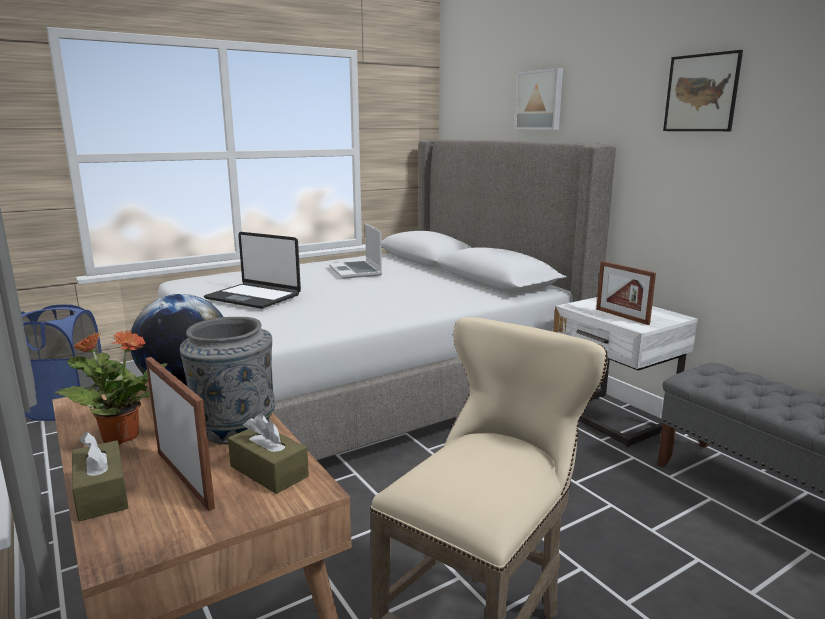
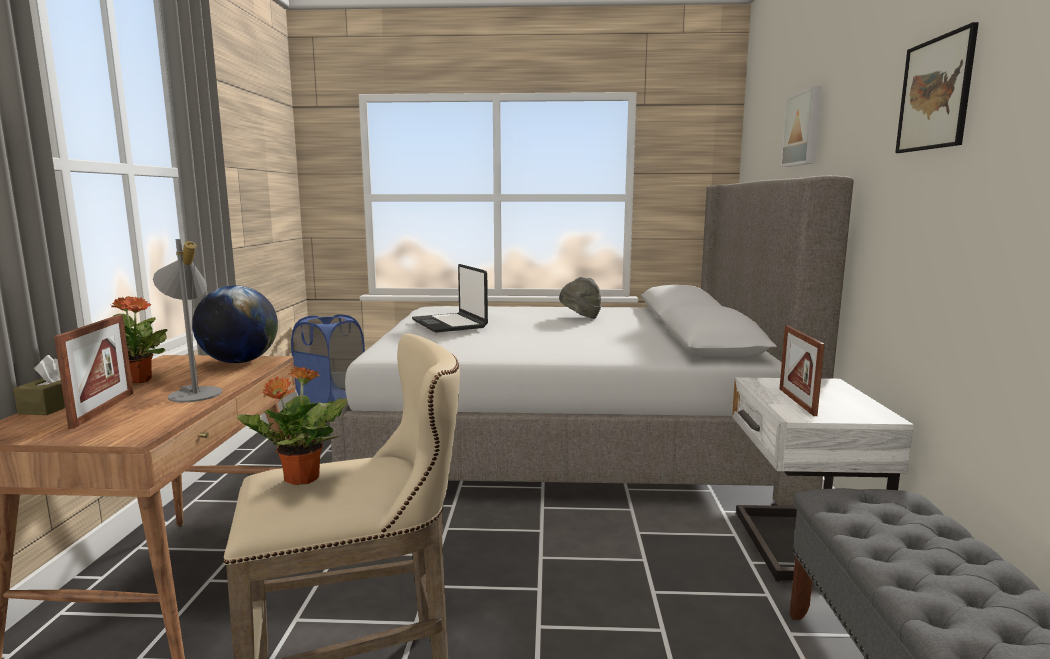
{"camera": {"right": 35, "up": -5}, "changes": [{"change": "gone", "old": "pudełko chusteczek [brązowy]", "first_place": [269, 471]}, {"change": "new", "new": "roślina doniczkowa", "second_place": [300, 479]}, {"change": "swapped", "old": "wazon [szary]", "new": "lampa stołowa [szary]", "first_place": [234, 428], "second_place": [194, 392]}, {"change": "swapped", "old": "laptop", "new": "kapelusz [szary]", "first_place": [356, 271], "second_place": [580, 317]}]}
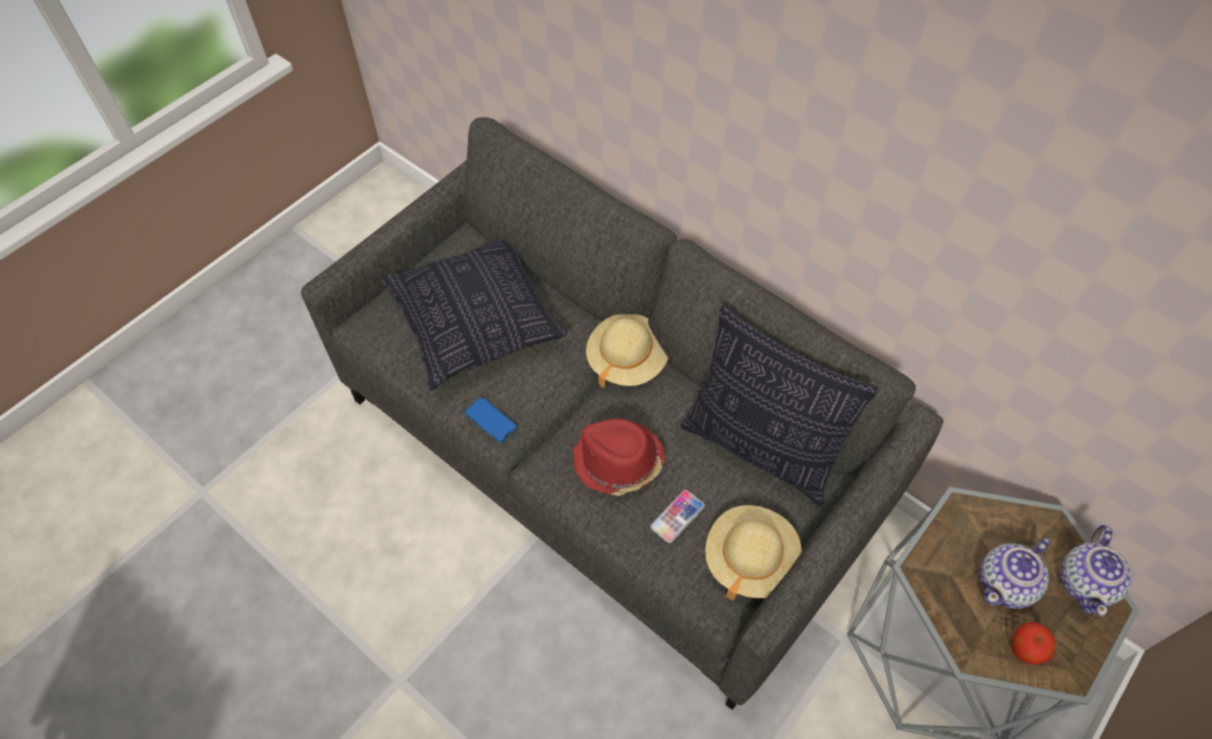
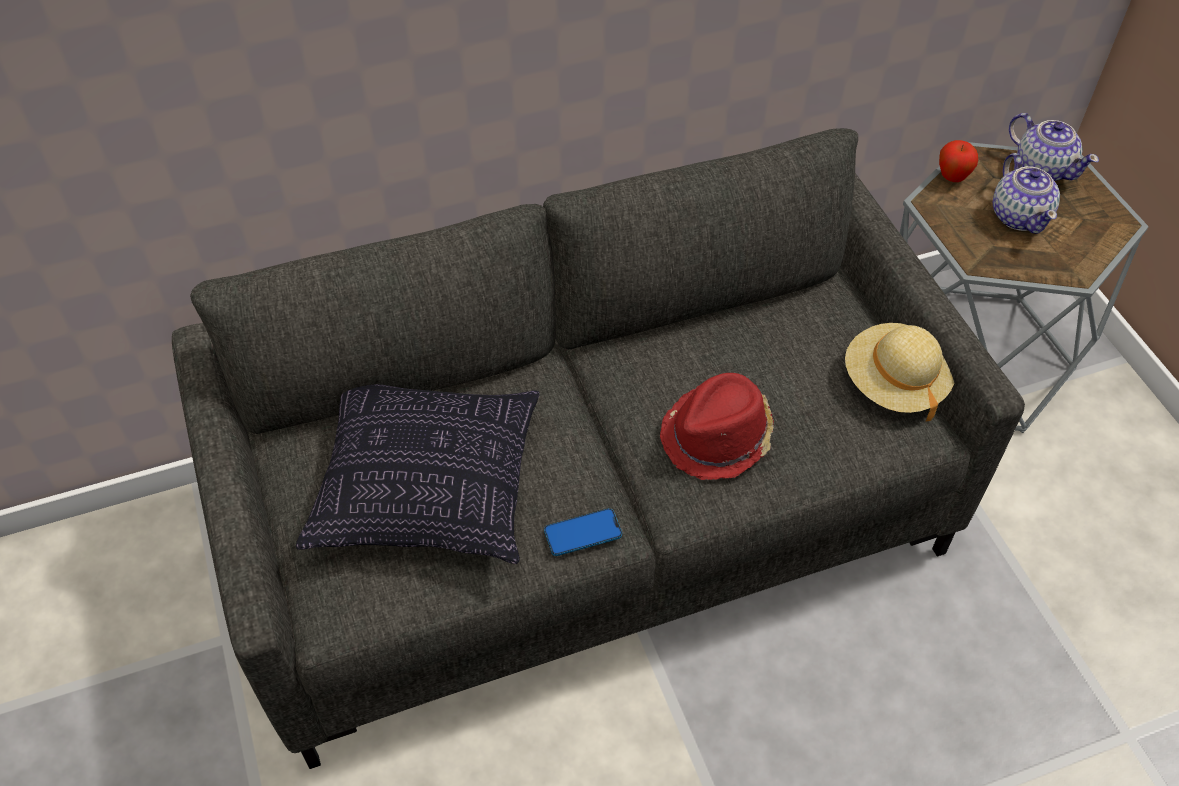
{"camera": {"right": -60, "up": -5}, "changes": [{"change": "gone", "old": "kapelusz [beżowy]", "first_place": [627, 360]}, {"change": "gone", "old": "telefon", "first_place": [677, 516]}, {"change": "gone", "old": "poduszka", "first_place": [760, 448]}, {"change": "shifted", "old": "jabłko", "first_place": [1023, 651], "second_place": [952, 178]}]}
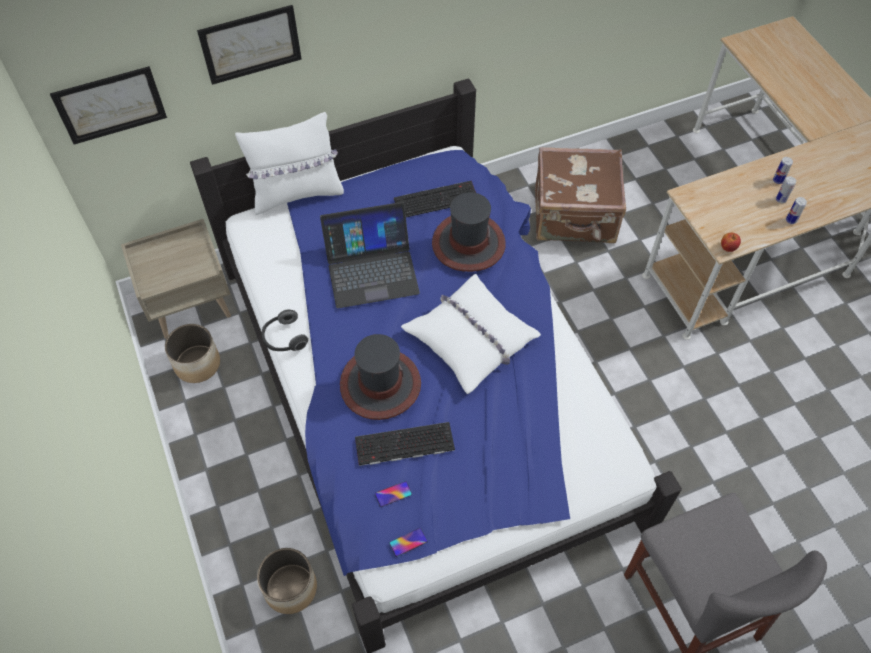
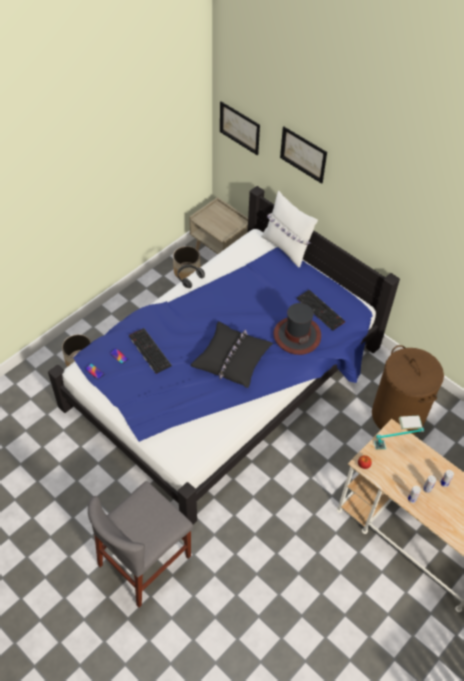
{"camera": {"right": 65, "up": -5}, "changes": [{"change": "gone", "old": "laptop", "first_place": [371, 269]}, {"change": "gone", "old": "kapelusz", "first_place": [380, 384]}, {"change": "new", "new": "lampa stołowa", "second_place": [395, 444]}, {"change": "swapped", "old": "walizka [brązowy]", "new": "kosz na pranie [brązowy]", "first_place": [575, 216], "second_place": [398, 415]}, {"change": "repainted", "old": "poduszka [biały]", "new": "poduszka [czarny]", "first_place": [471, 338], "second_place": [232, 359]}]}
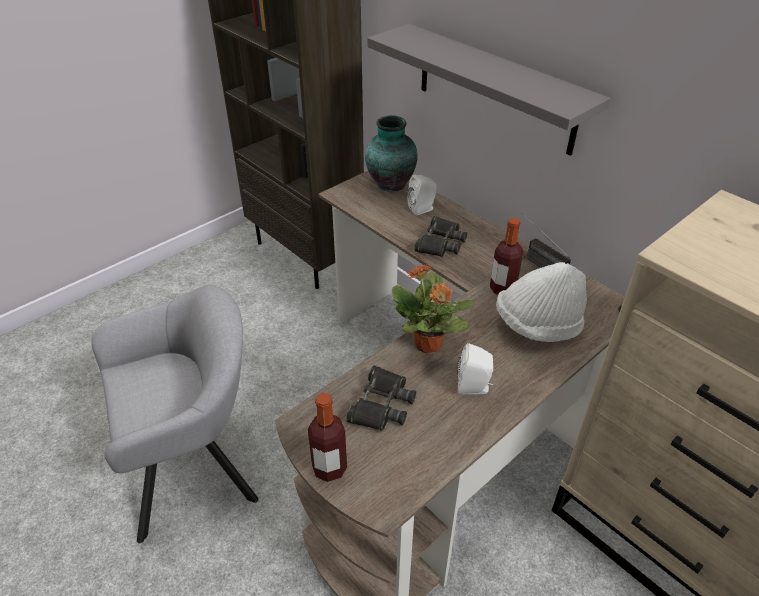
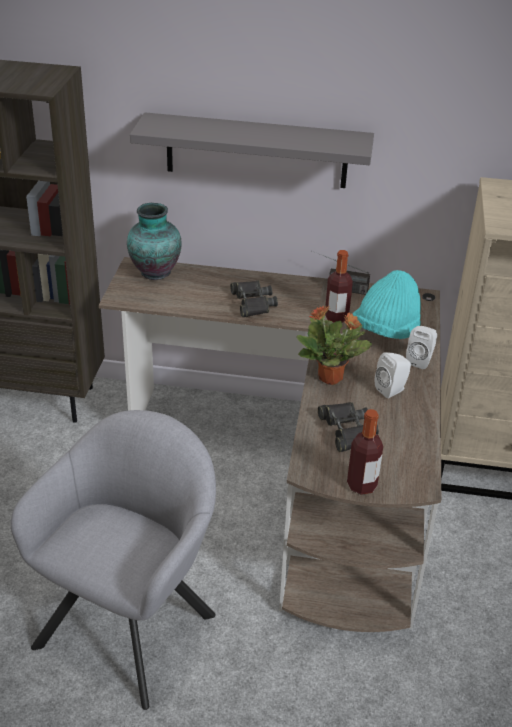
{"camera": {"right": -40, "up": -5}, "changes": [{"change": "shifted", "old": "głośnik [biały]", "first_place": [422, 209], "second_place": [420, 360]}, {"change": "repainted", "old": "kapelusz [biały]", "new": "kapelusz [turkusowy]", "first_place": [537, 325], "second_place": [386, 331]}]}
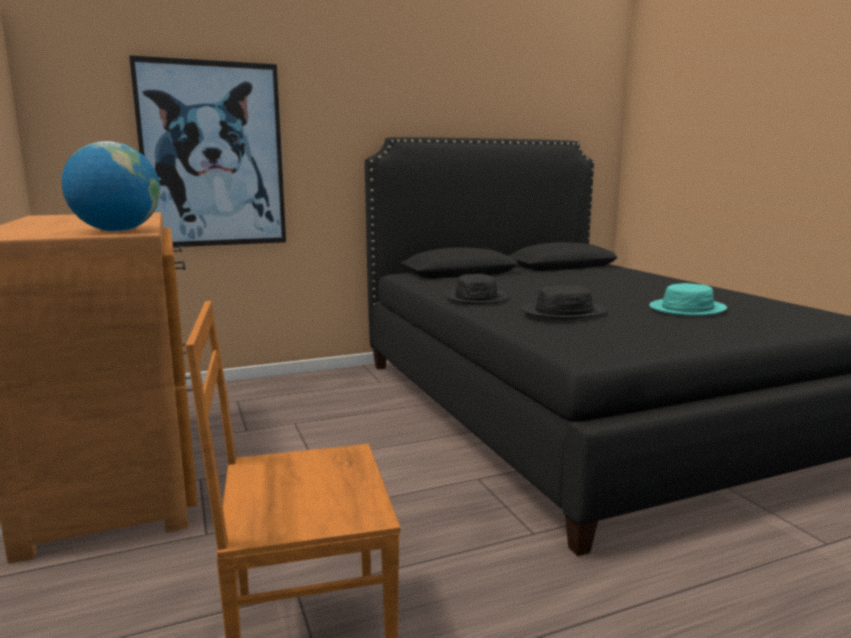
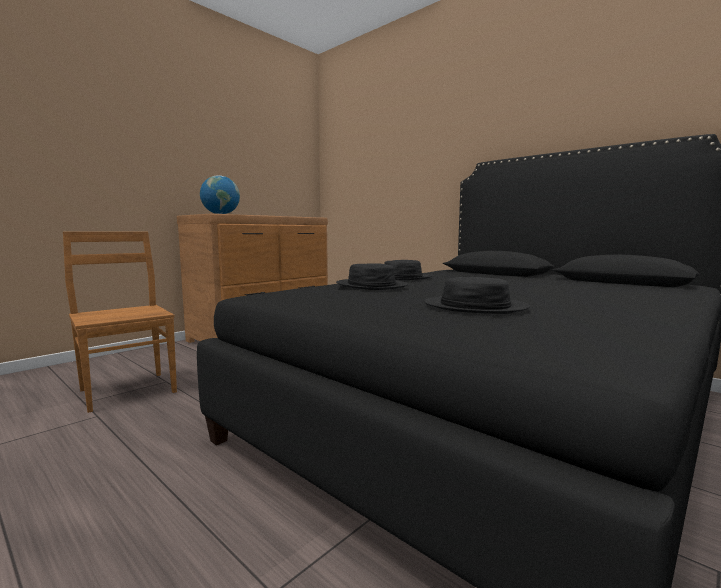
{"camera": {"right": 65, "up": -5}, "changes": [{"change": "gone", "old": "obraz", "first_place": [213, 155]}, {"change": "repainted", "old": "kapelusz [turkusowy]", "new": "kapelusz [czarny]", "first_place": [687, 309], "second_place": [474, 307]}]}
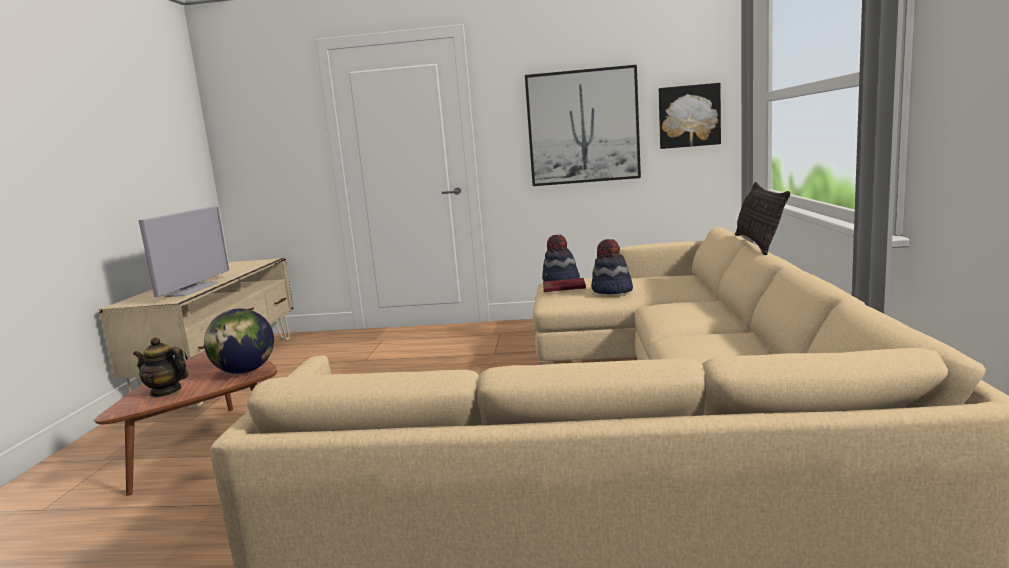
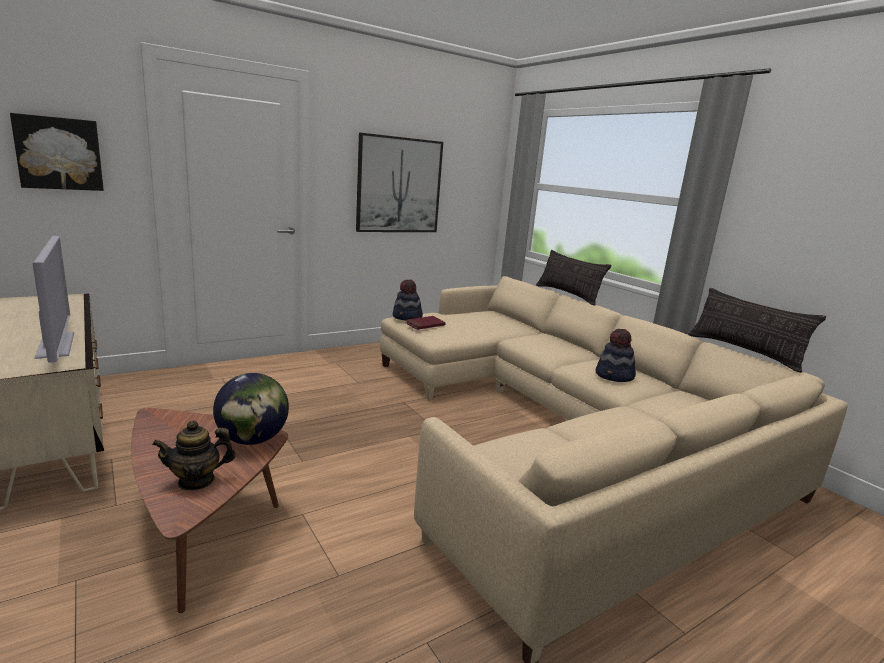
{"camera": {"right": -40, "up": 5}, "changes": [{"change": "new", "new": "poduszka", "second_place": [744, 351]}, {"change": "shifted", "old": "kapelusz", "first_place": [611, 291], "second_place": [614, 376]}, {"change": "shifted", "old": "obraz", "first_place": [689, 116], "second_place": [59, 153]}]}
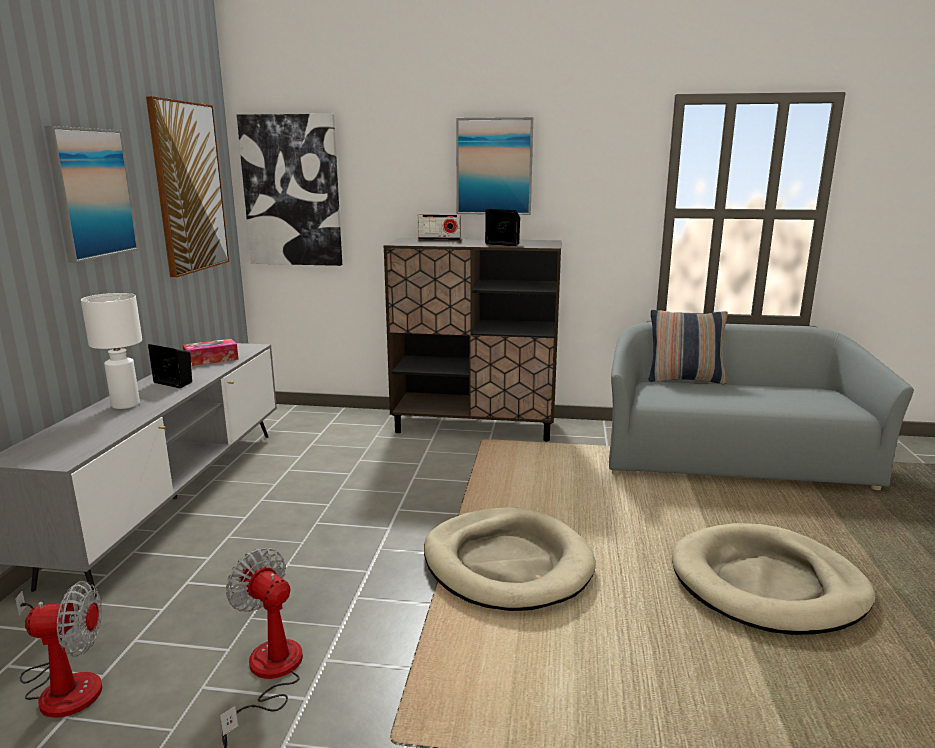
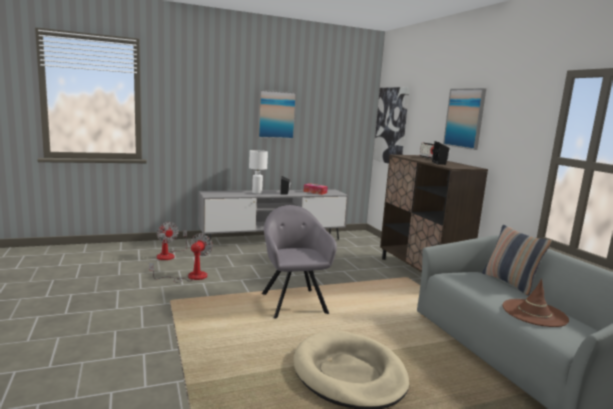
{"camera": {"right": 60, "up": -5}, "changes": [{"change": "gone", "old": "obraz", "first_place": [189, 188]}, {"change": "new", "new": "kapelusz [brązowy]", "second_place": [534, 313]}, {"change": "swapped", "old": "legowisko [beżowy]", "new": "fotel [szary]", "first_place": [507, 564], "second_place": [293, 302]}]}
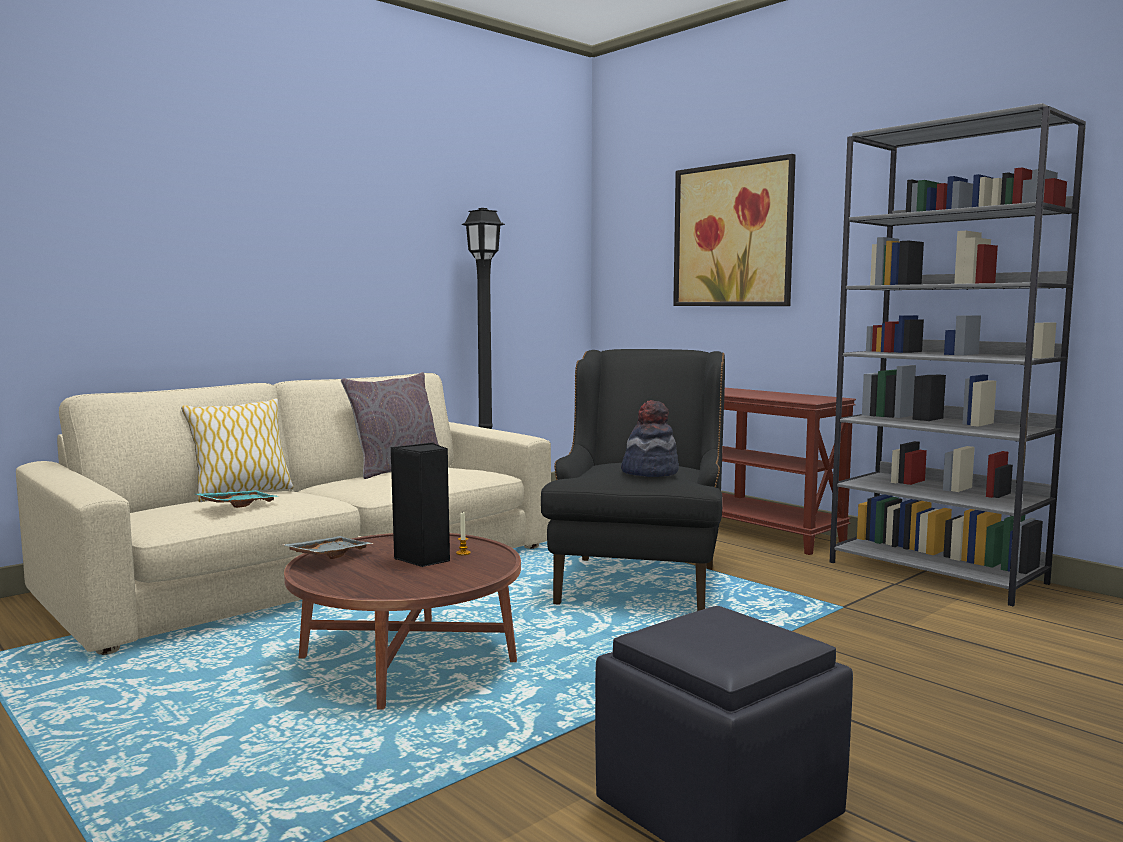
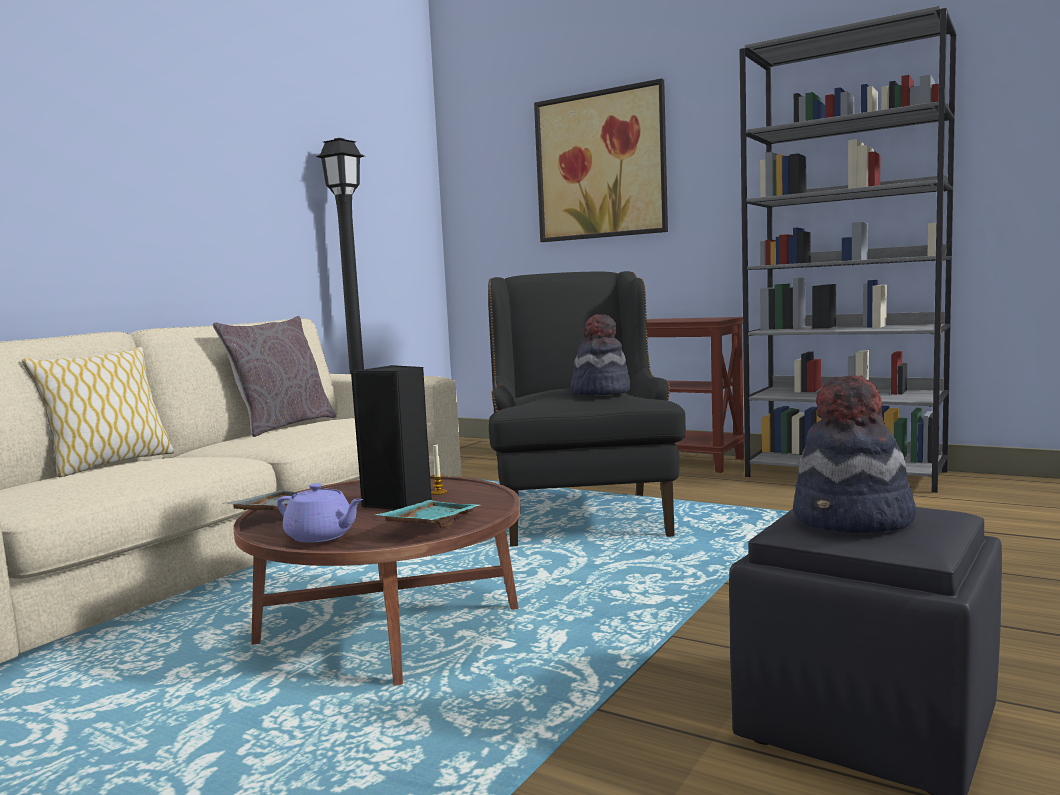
{"camera": {"right": -15, "up": 0}, "changes": [{"change": "new", "new": "imbryk [fioletowy]", "second_place": [321, 536]}, {"change": "new", "new": "kapelusz", "second_place": [853, 521]}, {"change": "shifted", "old": "taca [turkusowy]", "first_place": [237, 505], "second_place": [429, 525]}]}
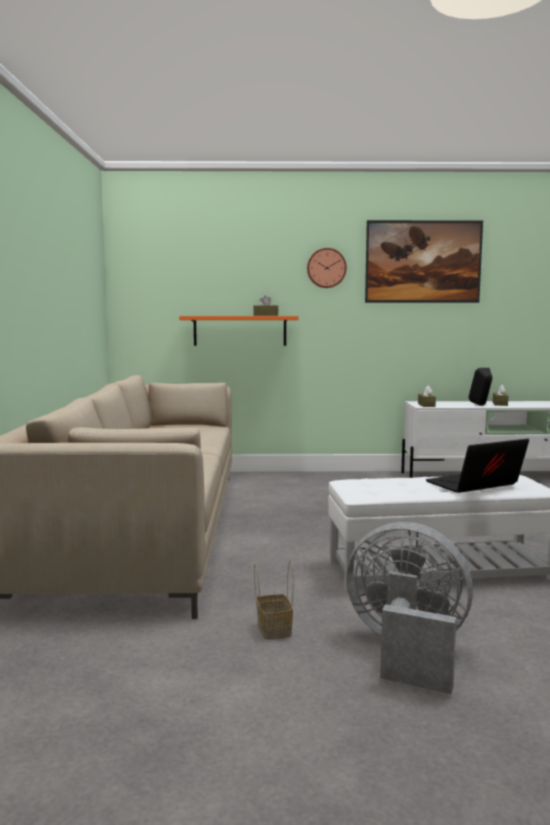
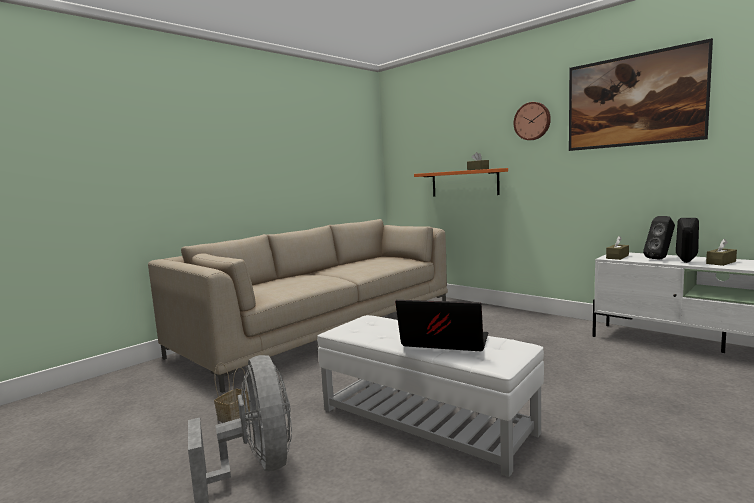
{"camera": {"right": 45, "up": 0}, "changes": [{"change": "new", "new": "głośnik [czarny]", "second_place": [660, 259]}]}
